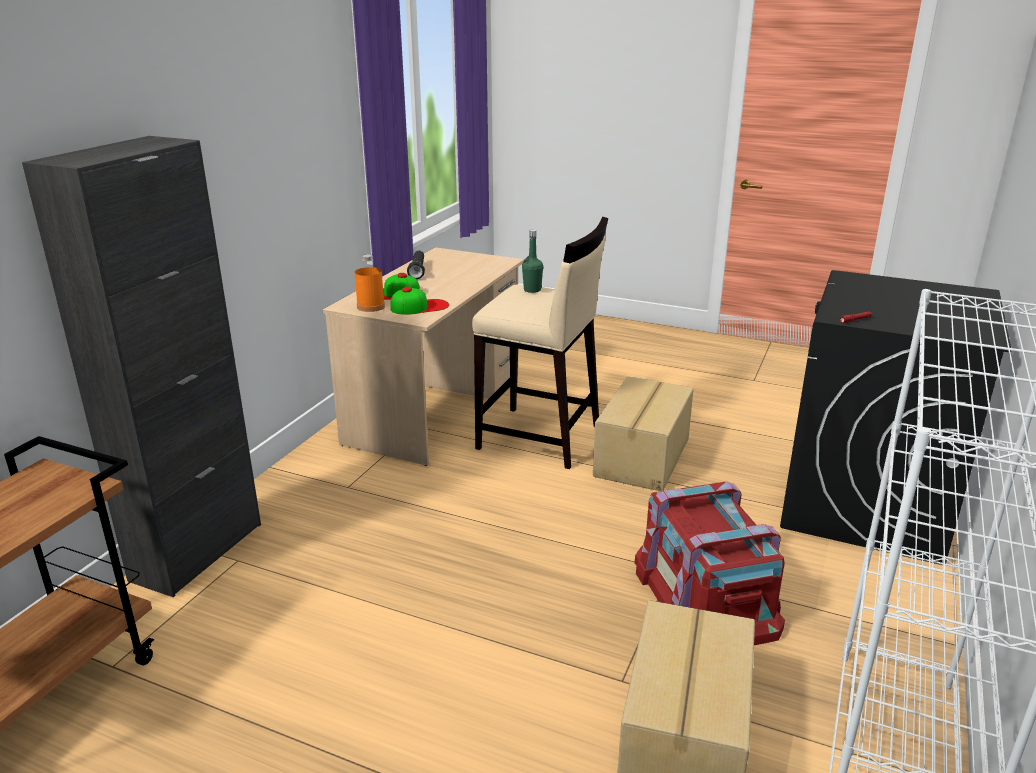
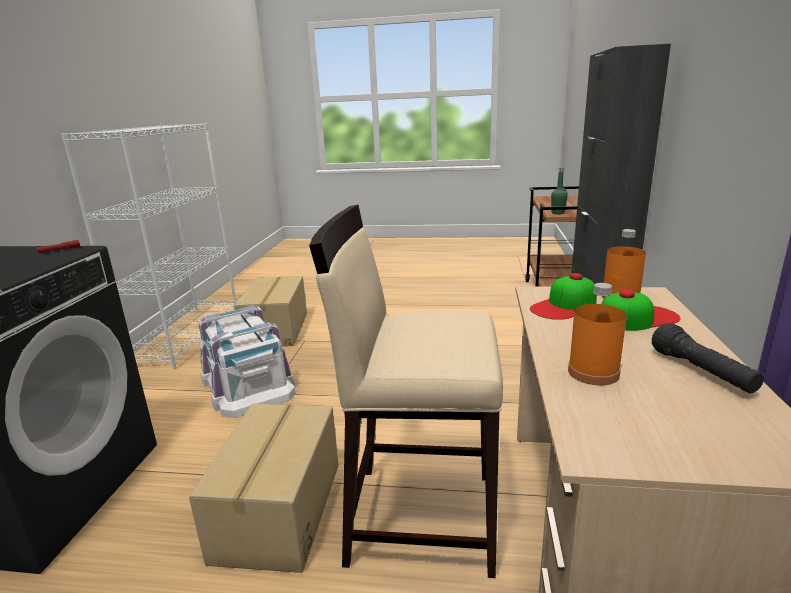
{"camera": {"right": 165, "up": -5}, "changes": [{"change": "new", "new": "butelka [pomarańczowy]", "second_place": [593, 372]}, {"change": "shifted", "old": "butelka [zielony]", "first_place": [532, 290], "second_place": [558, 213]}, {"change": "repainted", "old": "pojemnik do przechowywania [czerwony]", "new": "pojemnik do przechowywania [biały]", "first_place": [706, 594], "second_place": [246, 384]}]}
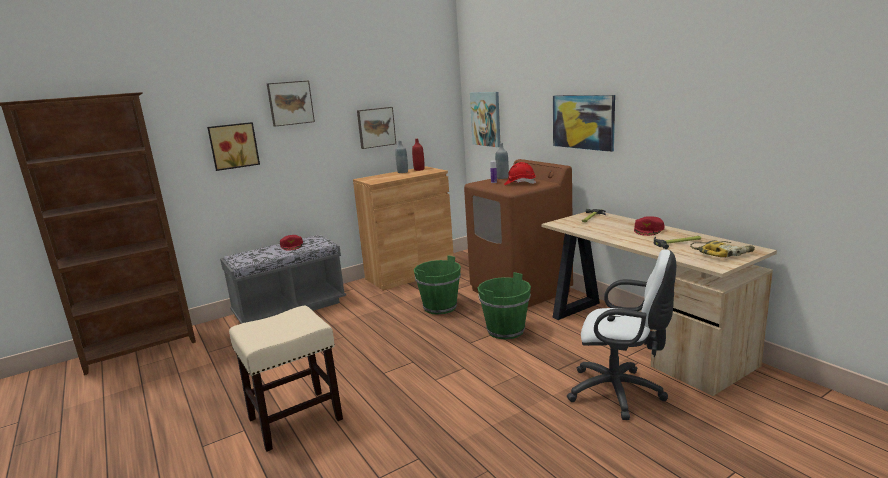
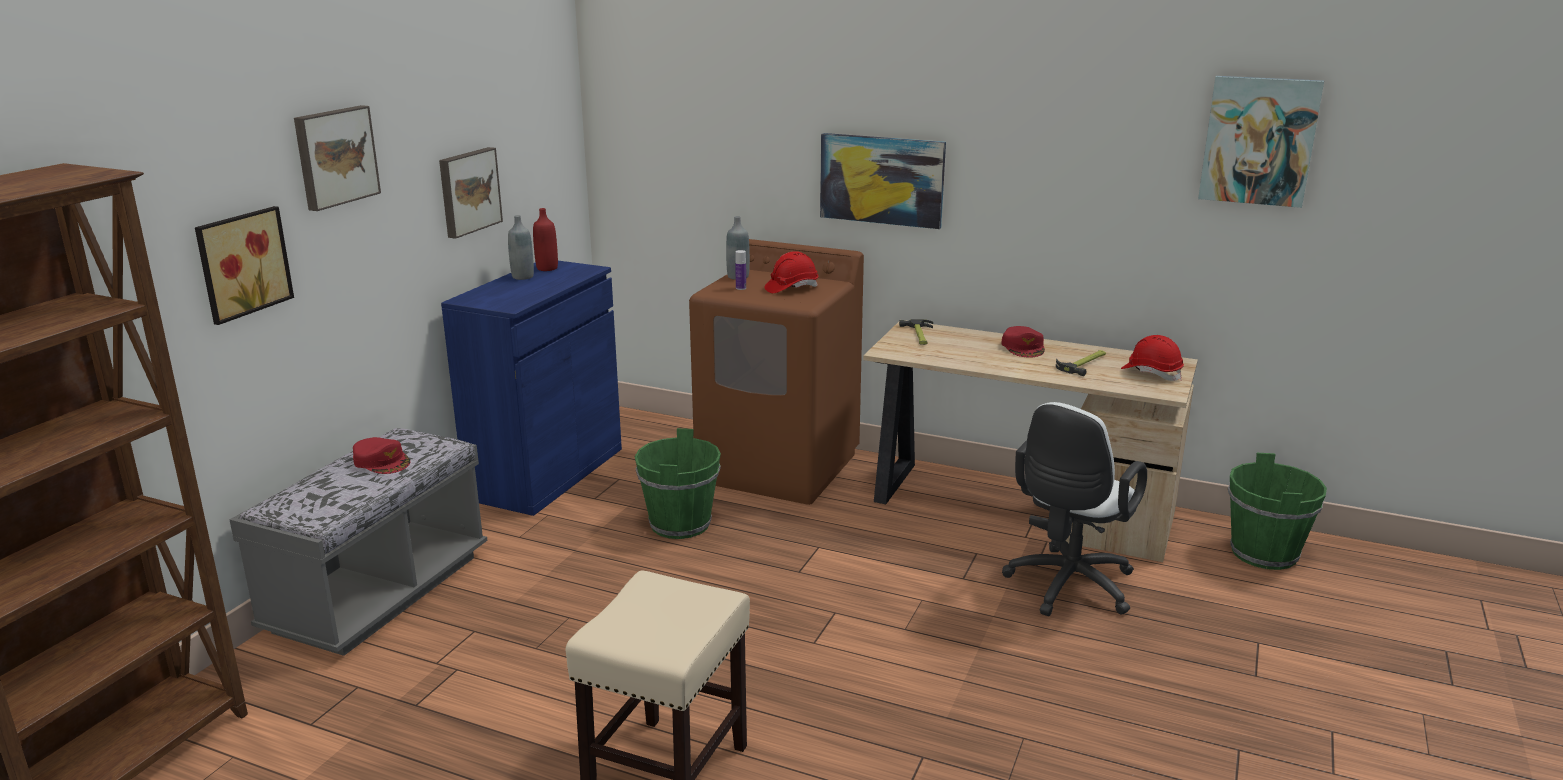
{"camera": {"right": -35, "up": 5}, "changes": [{"change": "shifted", "old": "obraz", "first_place": [486, 119], "second_place": [1259, 141]}, {"change": "shifted", "old": "wiadro [zielony]", "first_place": [506, 331], "second_place": [1264, 554]}, {"change": "swapped", "old": "wiertarka", "new": "kask [czerwony]", "first_place": [722, 253], "second_place": [1151, 373]}, {"change": "repainted", "old": "szafka [brązowy]", "new": "szafka [niebieski]", "first_place": [410, 274], "second_place": [546, 473]}, {"change": "rotated", "old": "krzesło biurowe [biały]", "first_place": [620, 393], "second_place": [1067, 588], "degrees": 135}]}
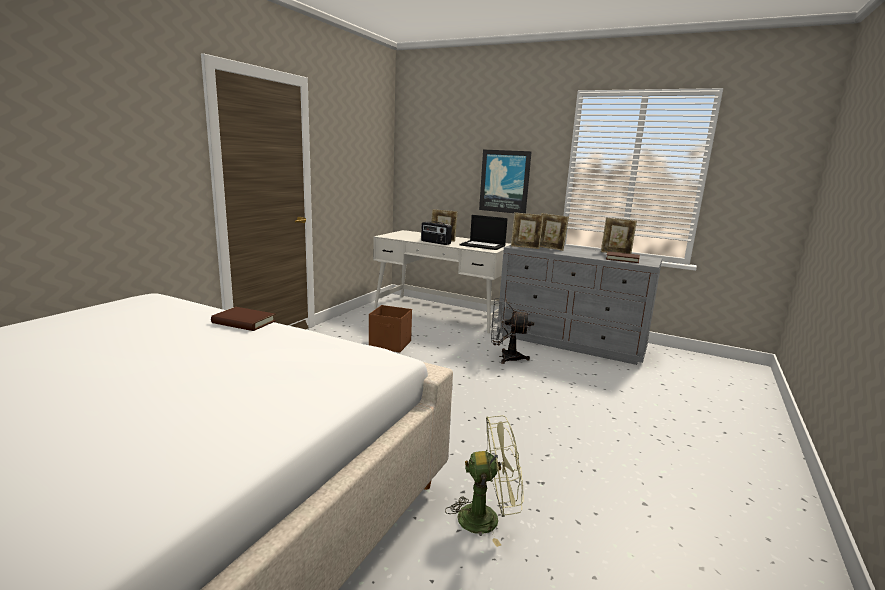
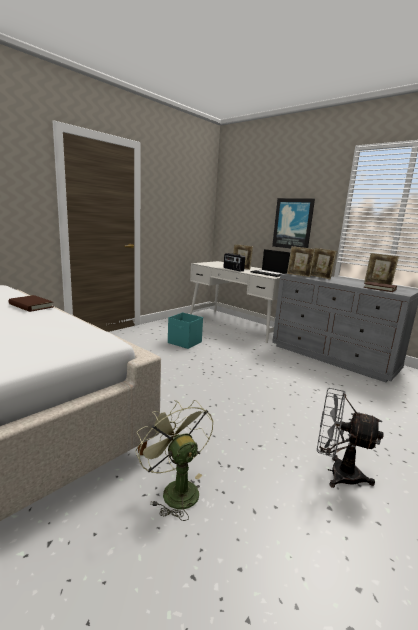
{"camera": {"right": 15, "up": 0}, "changes": [{"change": "shifted", "old": "wentylator [szary]", "first_place": [505, 357], "second_place": [336, 473]}, {"change": "repainted", "old": "pojemnik do przechowywania [brązowy]", "new": "pojemnik do przechowywania [turkusowy]", "first_place": [390, 344], "second_place": [185, 342]}, {"change": "rotated", "old": "wentylator [zielony]", "first_place": [487, 518], "second_place": [175, 489], "degrees": -135}]}
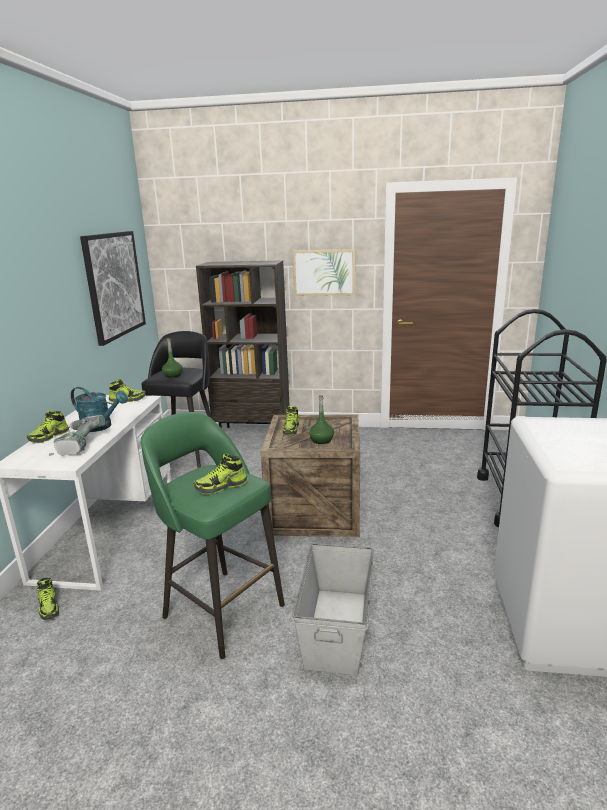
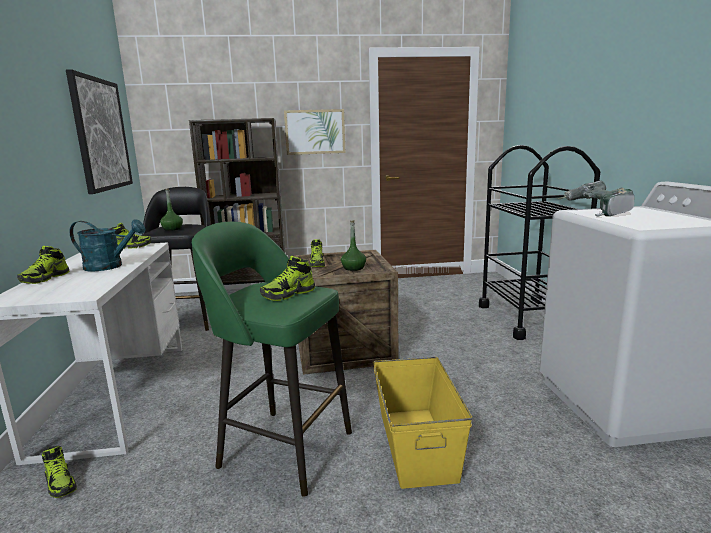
{"camera": {"right": -15, "up": -5}, "changes": [{"change": "shifted", "old": "wiertarka", "first_place": [78, 445], "second_place": [594, 212]}, {"change": "repainted", "old": "pojemnik do przechowywania [szary]", "new": "pojemnik do przechowywania [żółty]", "first_place": [337, 628], "second_place": [417, 443]}]}
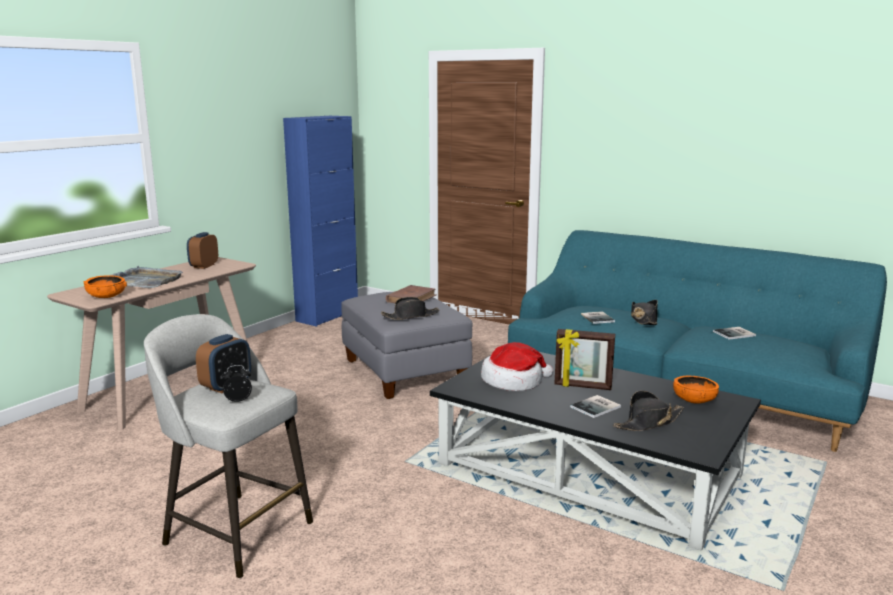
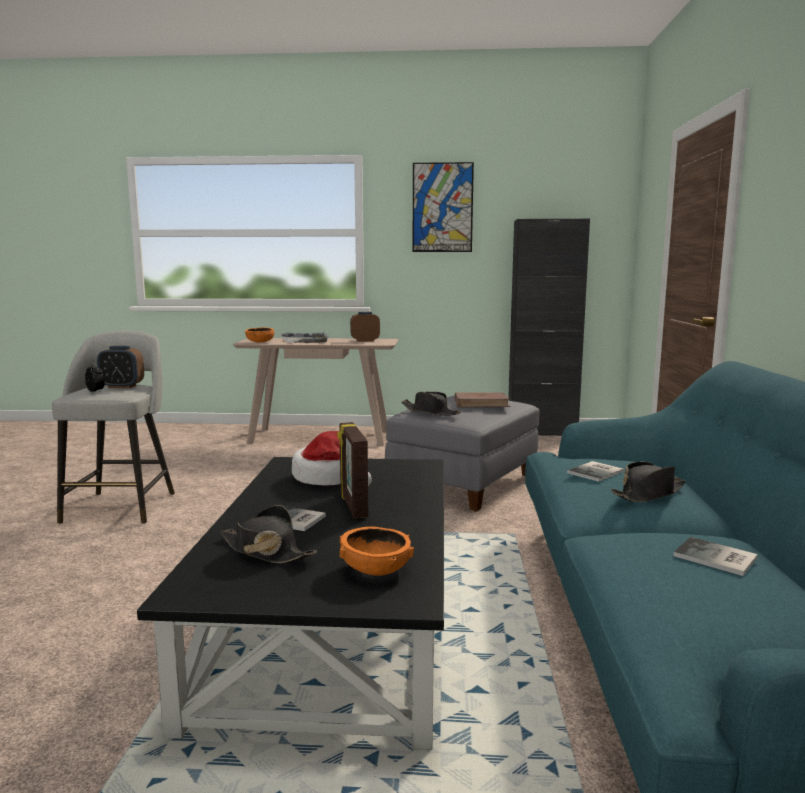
{"camera": {"right": 60, "up": -5}, "changes": [{"change": "new", "new": "obraz", "second_place": [442, 207]}, {"change": "repainted", "old": "szafka [niebieski]", "new": "szafka [czarny]", "first_place": [327, 316], "second_place": [541, 432]}]}
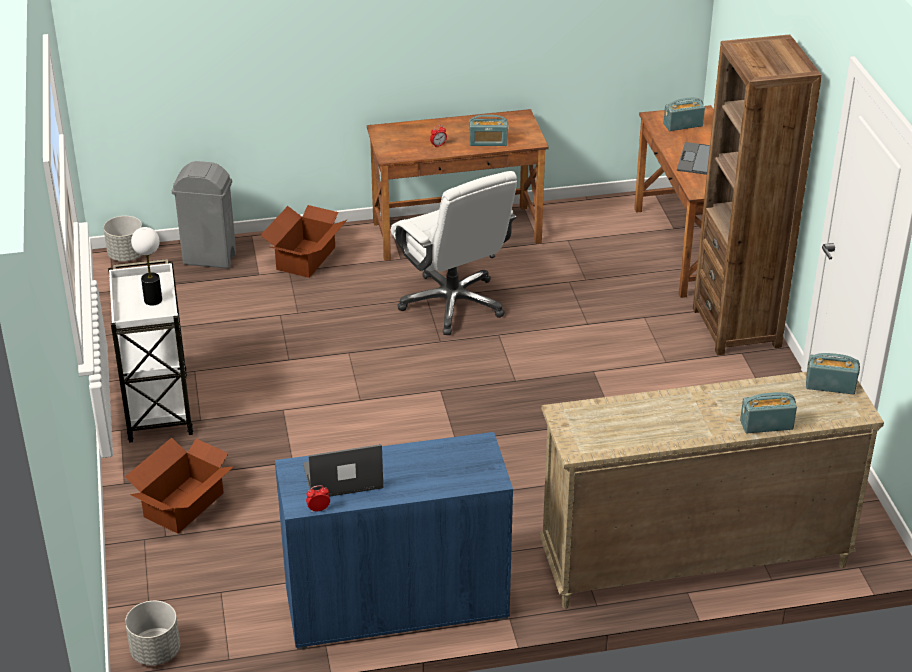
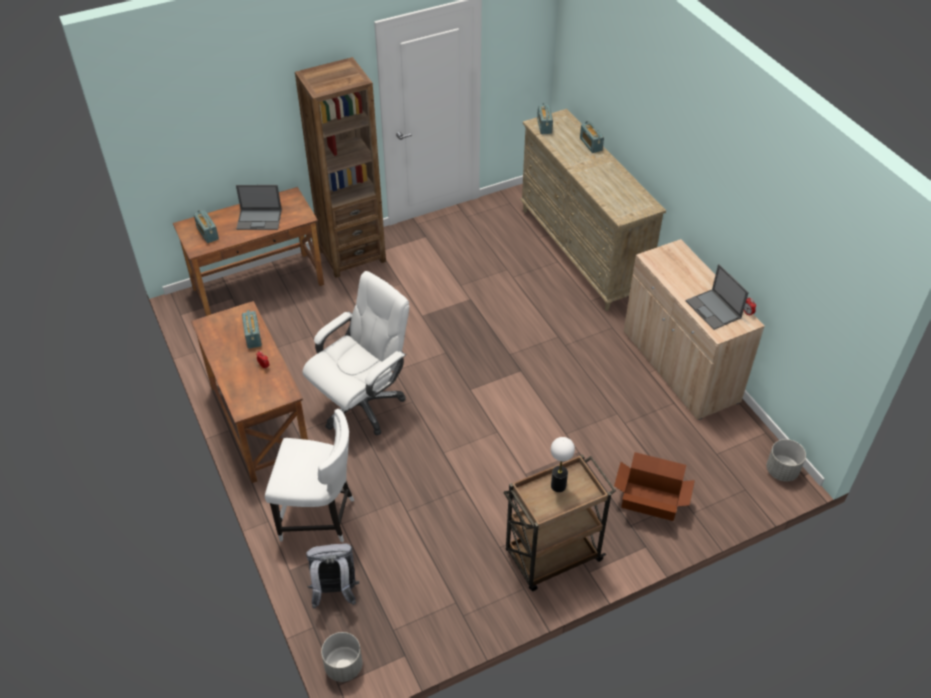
{"camera": {"right": -105, "up": 10}, "changes": [{"change": "swapped", "old": "kosz na śmieci [szary]", "new": "plecak [szary]", "first_place": [209, 259], "second_place": [335, 592]}, {"change": "swapped", "old": "karton", "new": "krzesło [biały]", "first_place": [305, 258], "second_place": [319, 517]}, {"change": "repainted", "old": "wózek [biały]", "new": "wózek [brązowy]", "first_place": [158, 406], "second_place": [552, 557]}, {"change": "repainted", "old": "szafka [niebieski]", "new": "szafka [beżowy]", "first_place": [396, 604], "second_place": [679, 367]}]}
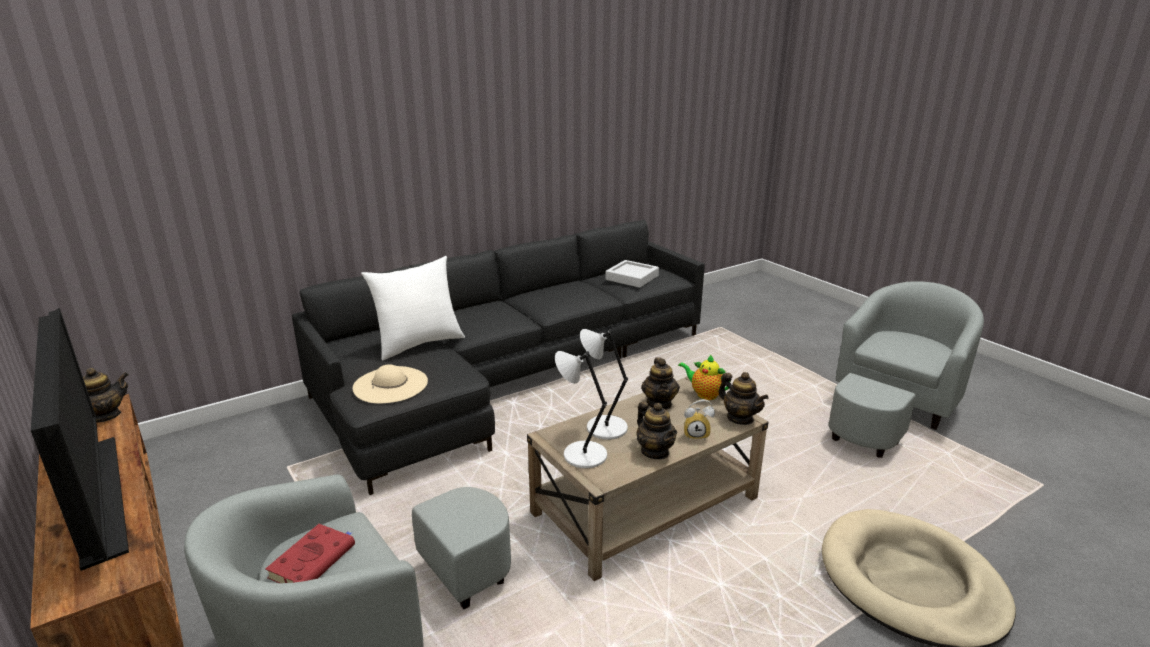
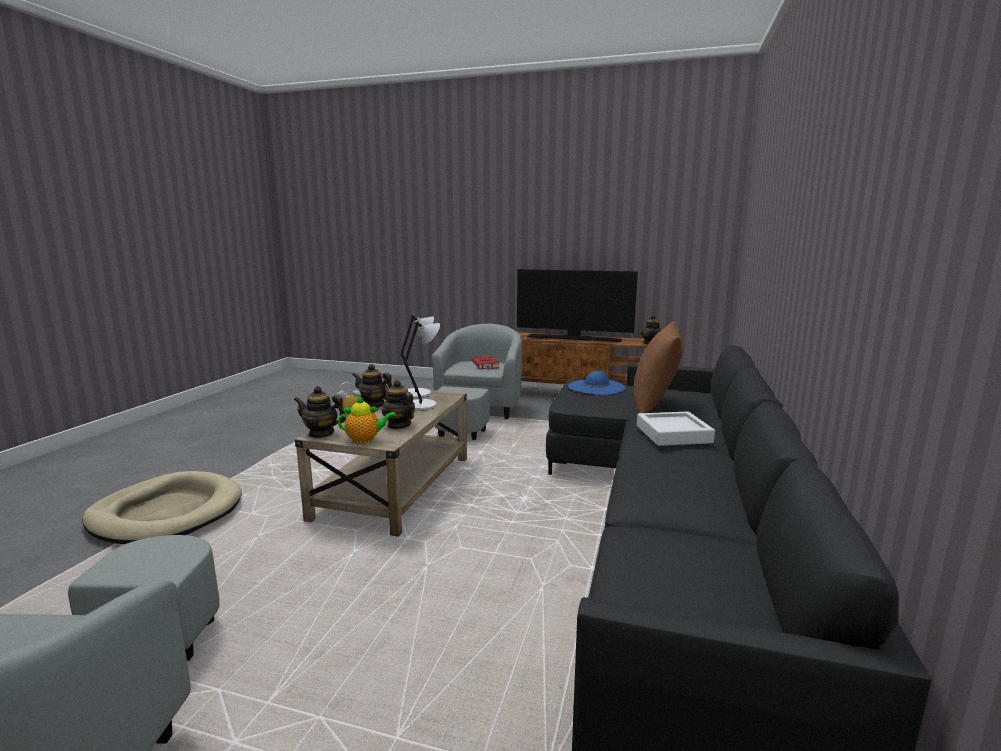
{"camera": {"right": 140, "up": -10}, "changes": [{"change": "shifted", "old": "taca [szary]", "first_place": [632, 278], "second_place": [673, 434]}, {"change": "repainted", "old": "kapelusz [beżowy]", "new": "kapelusz [niebieski]", "first_place": [390, 384], "second_place": [596, 387]}, {"change": "repainted", "old": "poduszka [biały]", "new": "poduszka [brązowy]", "first_place": [419, 343], "second_place": [654, 406]}]}
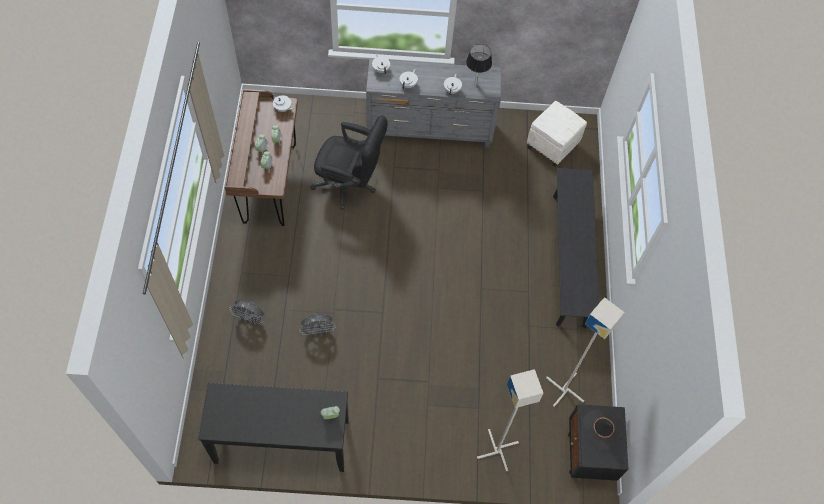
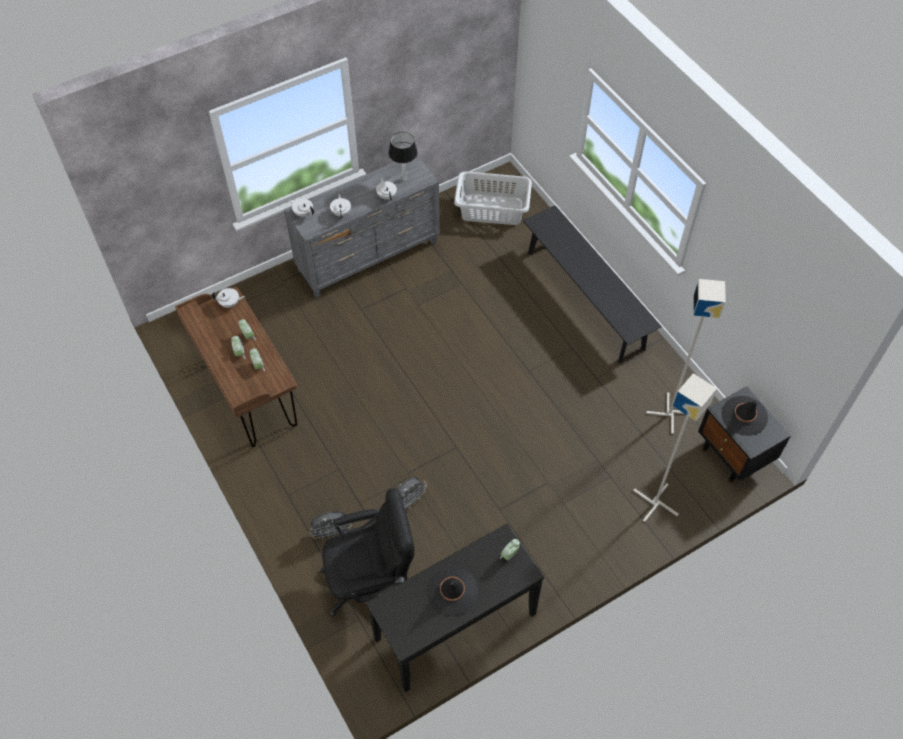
{"camera": {"right": -30, "up": -5}, "changes": [{"change": "new", "new": "kapelusz [czarny]", "second_place": [452, 591]}, {"change": "shifted", "old": "krzesło biurowe [czarny]", "first_place": [350, 185], "second_place": [371, 582]}, {"change": "swapped", "old": "pufa [biały]", "new": "kosz na pranie [szary]", "first_place": [552, 145], "second_place": [492, 209]}]}
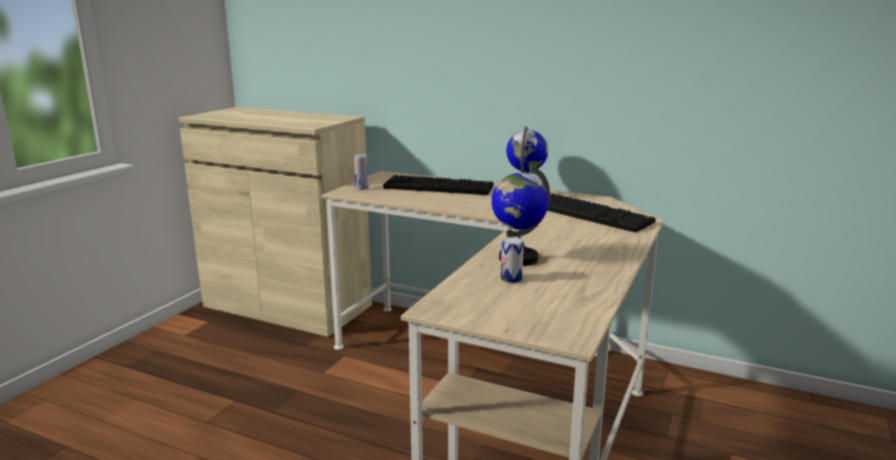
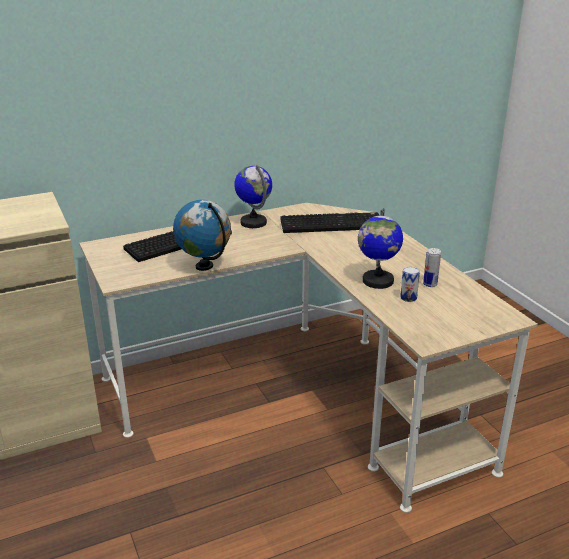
{"camera": {"right": -50, "up": 10}, "changes": [{"change": "new", "new": "globus", "second_place": [204, 266]}, {"change": "shifted", "old": "puszka", "first_place": [362, 188], "second_place": [430, 284]}]}
